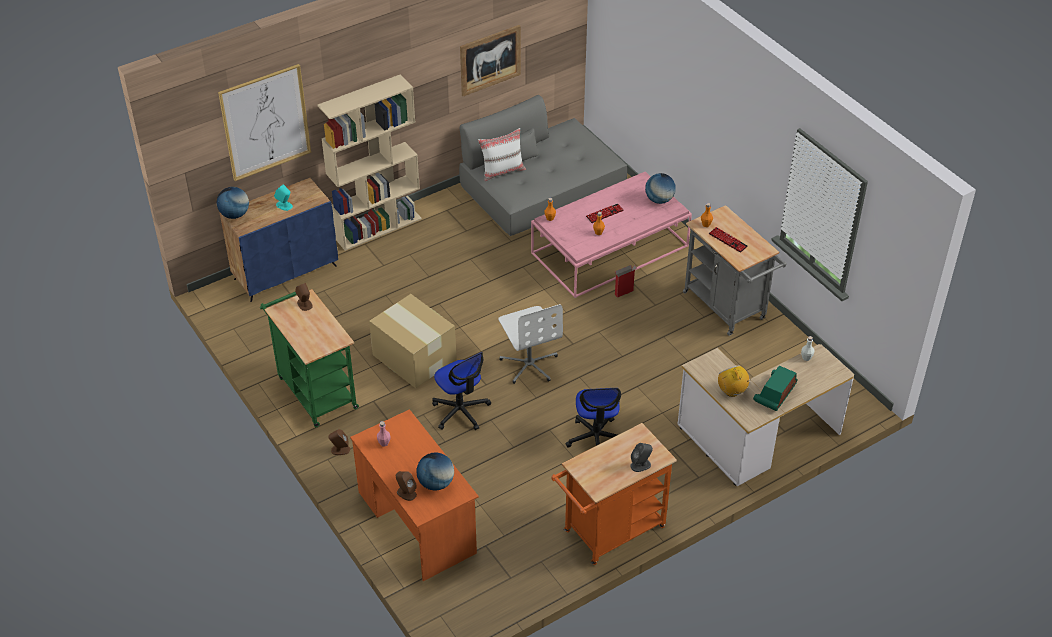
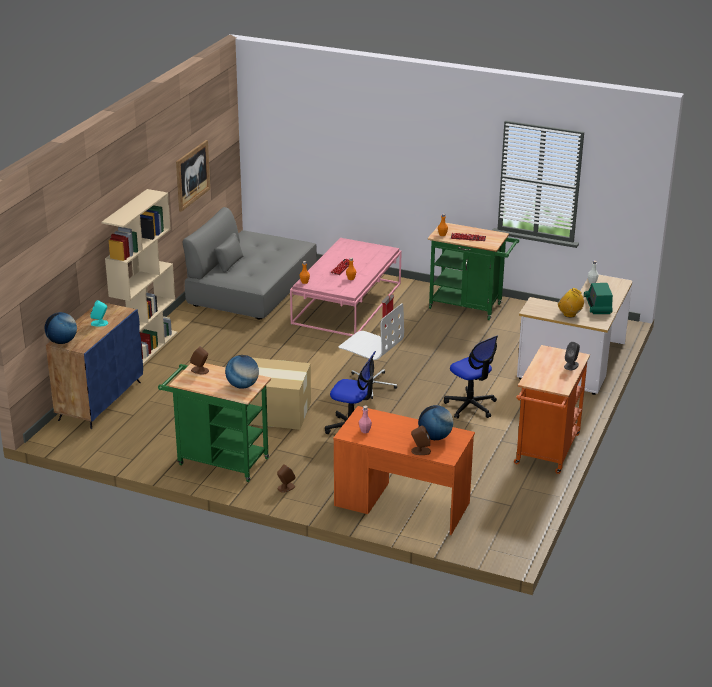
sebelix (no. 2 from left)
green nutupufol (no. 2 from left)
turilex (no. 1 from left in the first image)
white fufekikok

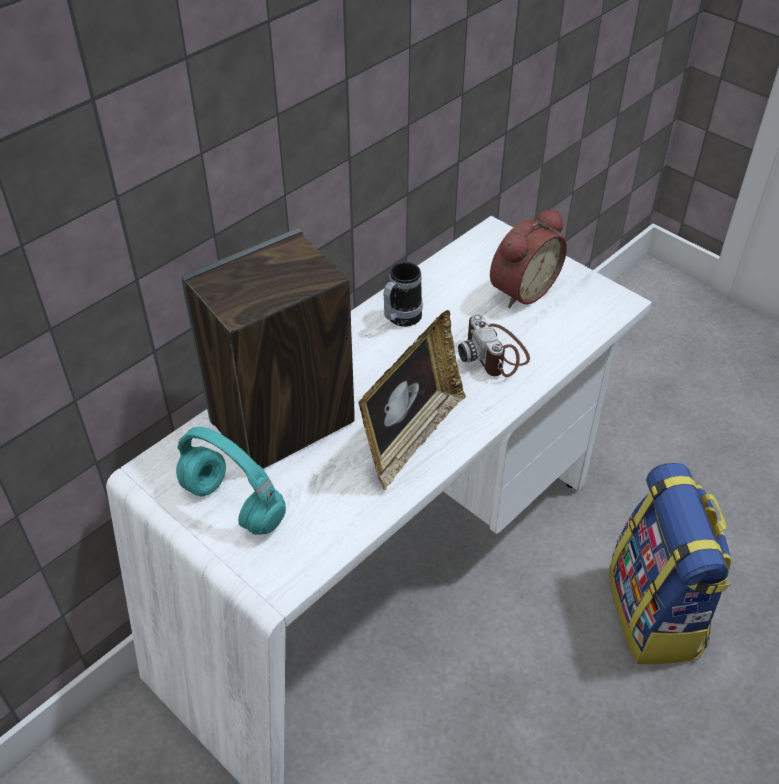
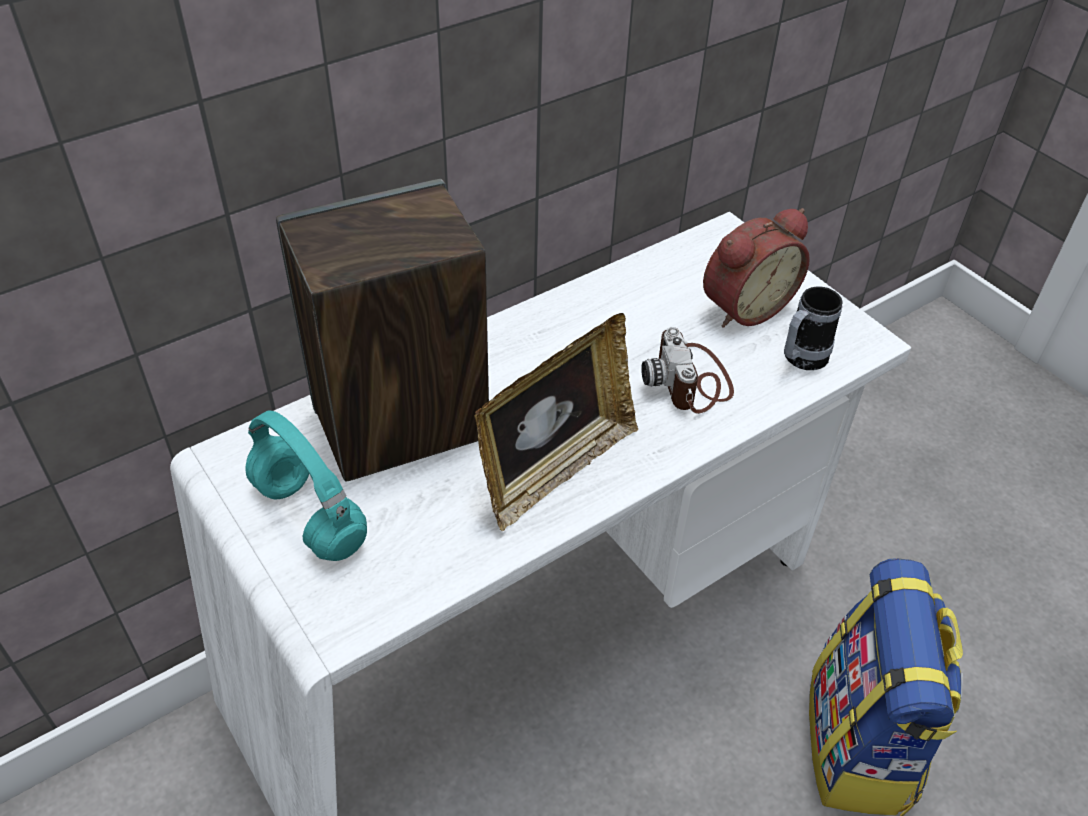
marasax

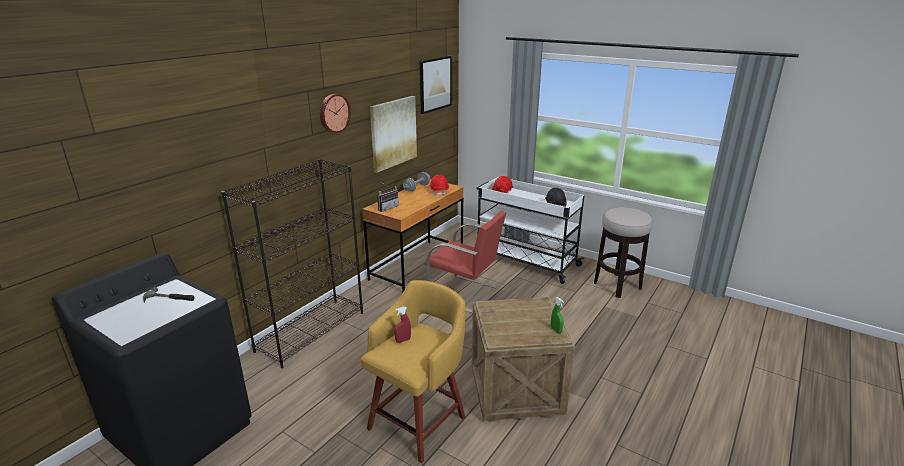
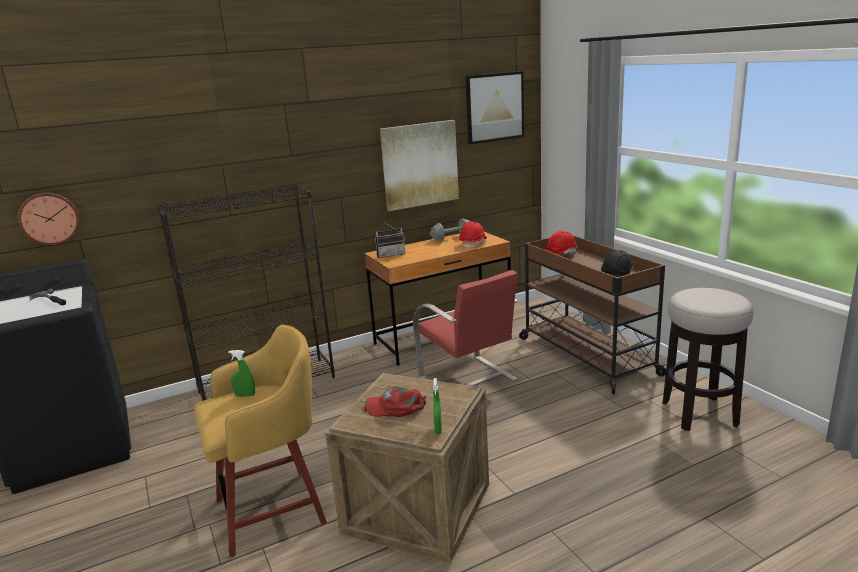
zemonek
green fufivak (no. 1 from left)
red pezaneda
brown nutupufol

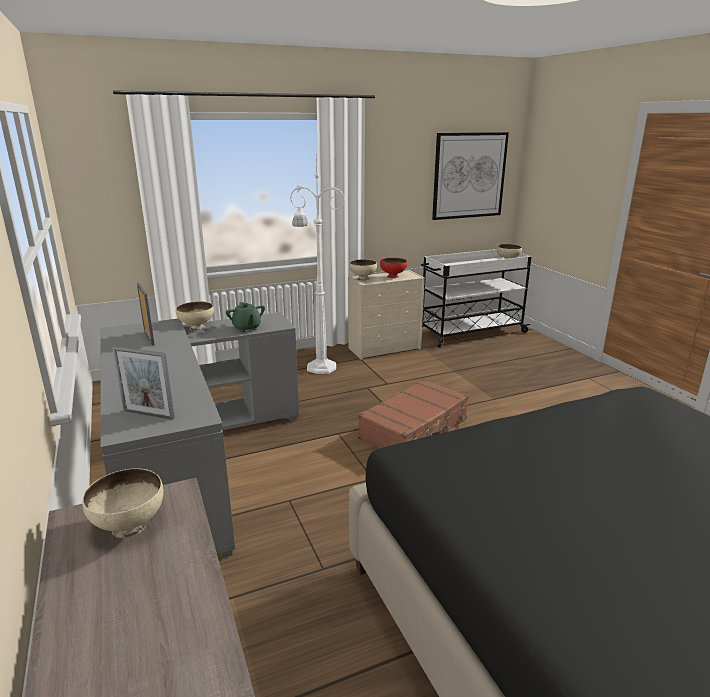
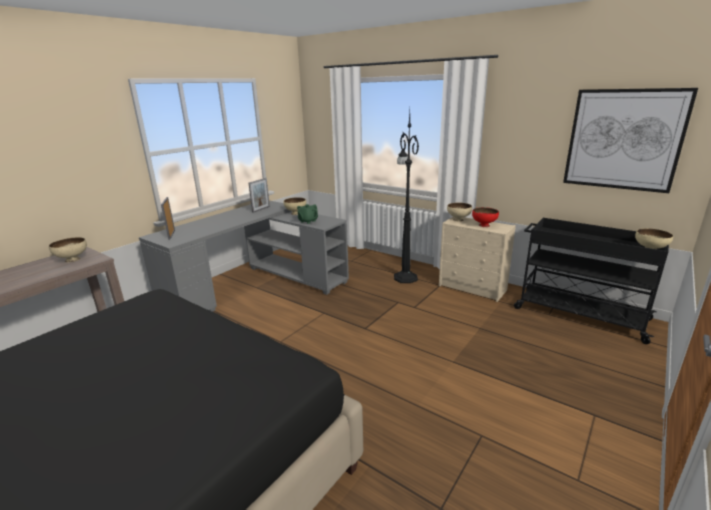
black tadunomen
black nutupufol
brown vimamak

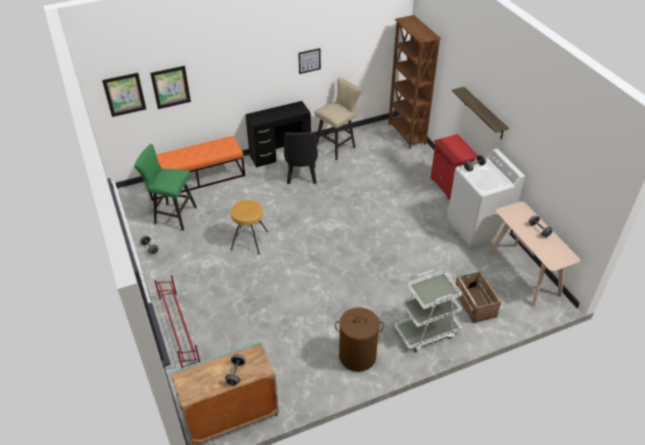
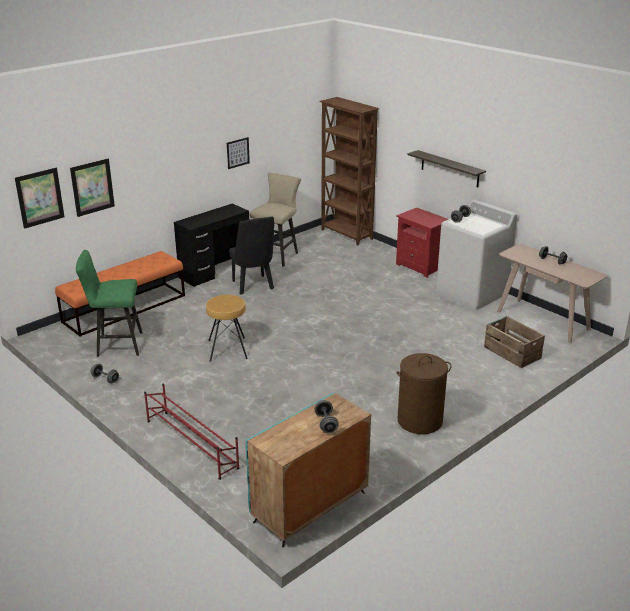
white nutupufol

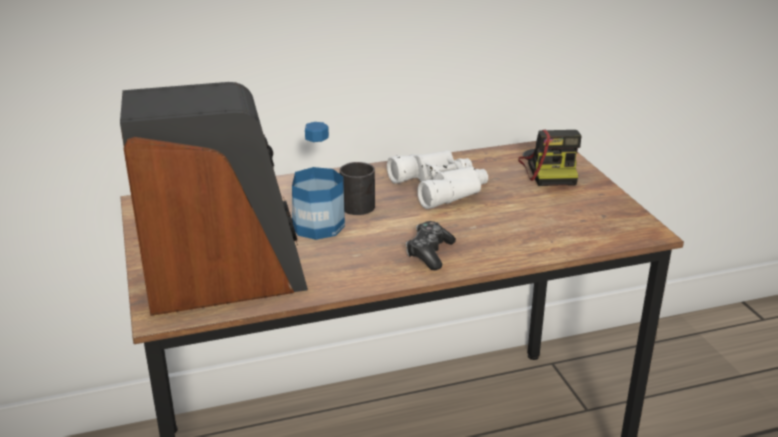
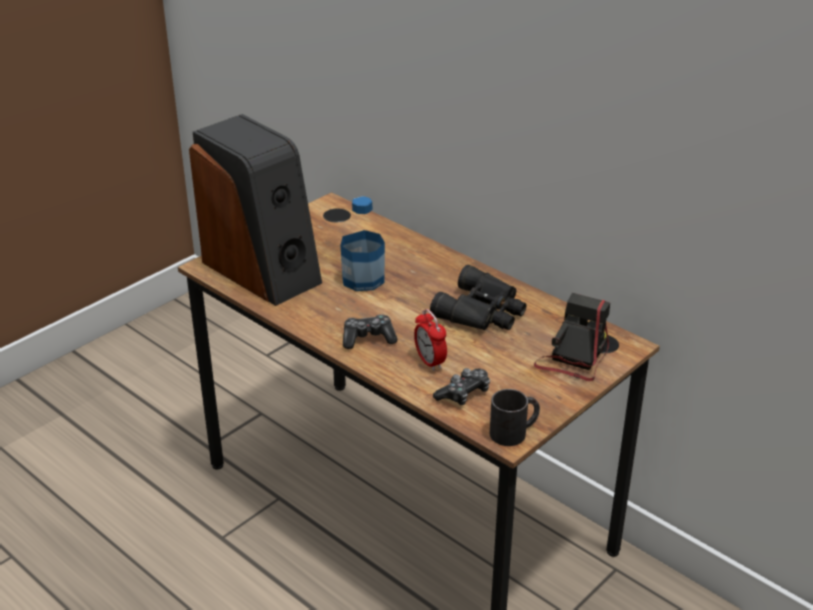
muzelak
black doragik
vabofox (no. 2 from left)
black marasax
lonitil

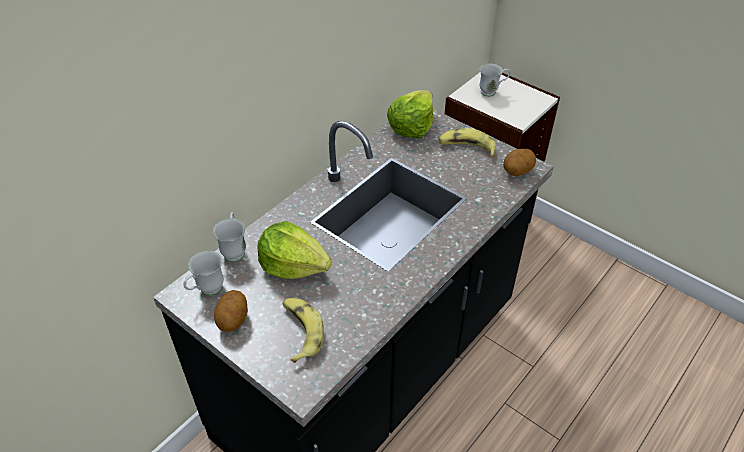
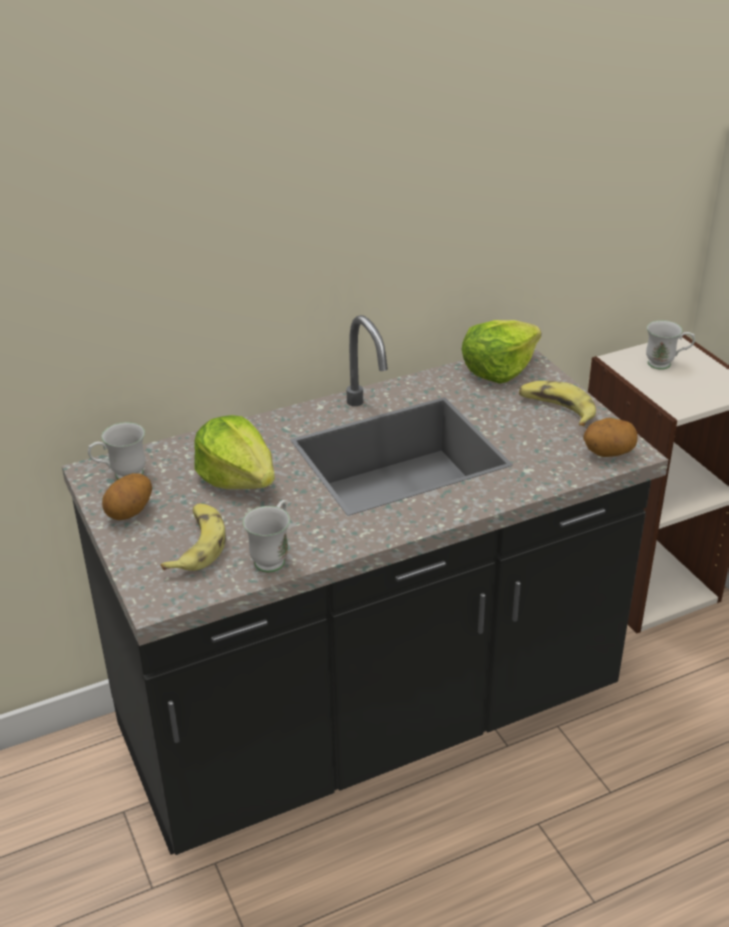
white marasax (no. 2 from left)

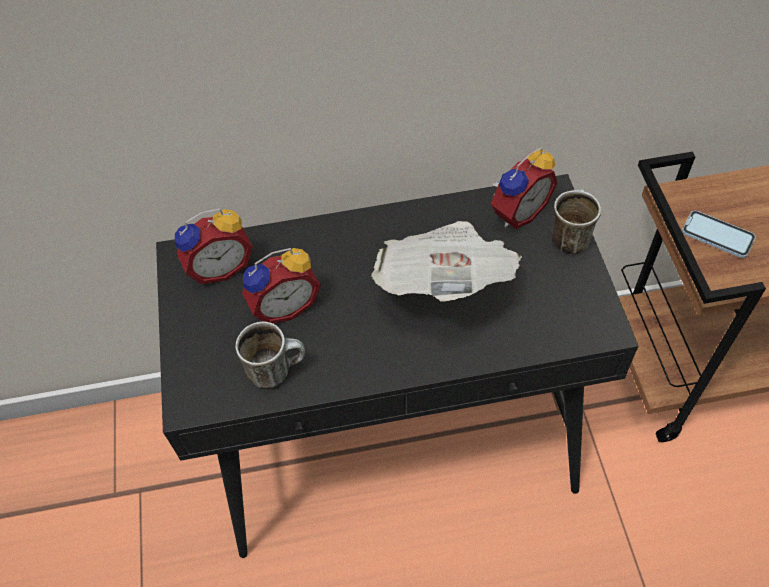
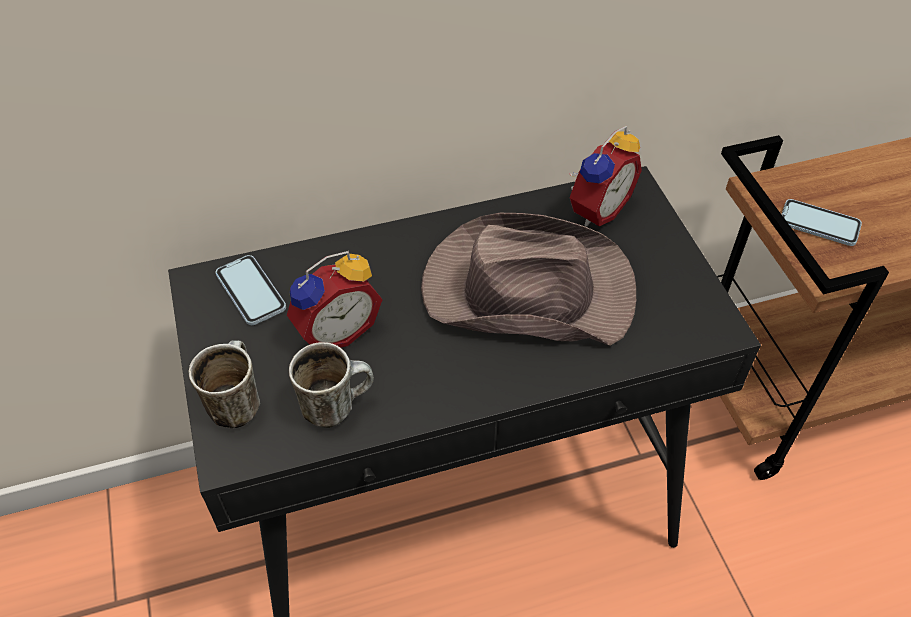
marasax (no. 1 from left)
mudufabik (no. 1 from left)
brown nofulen

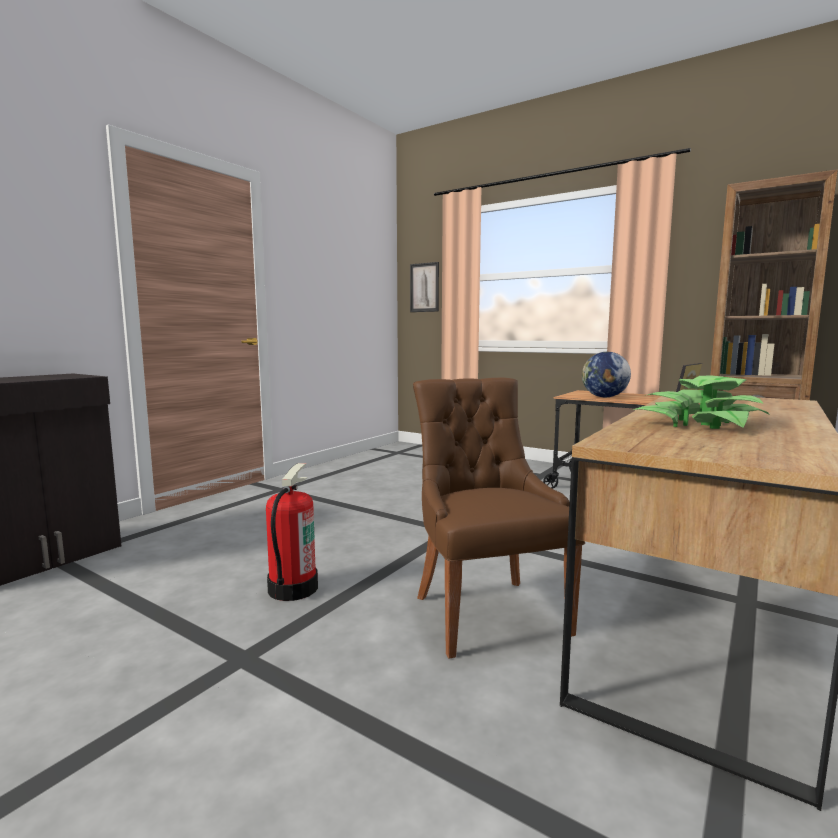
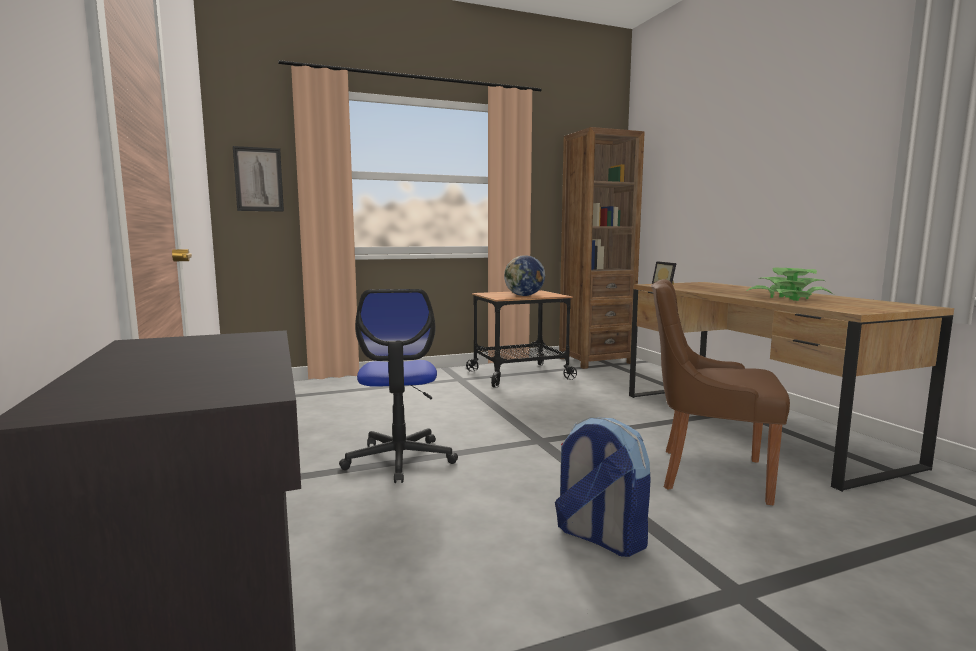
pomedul
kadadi

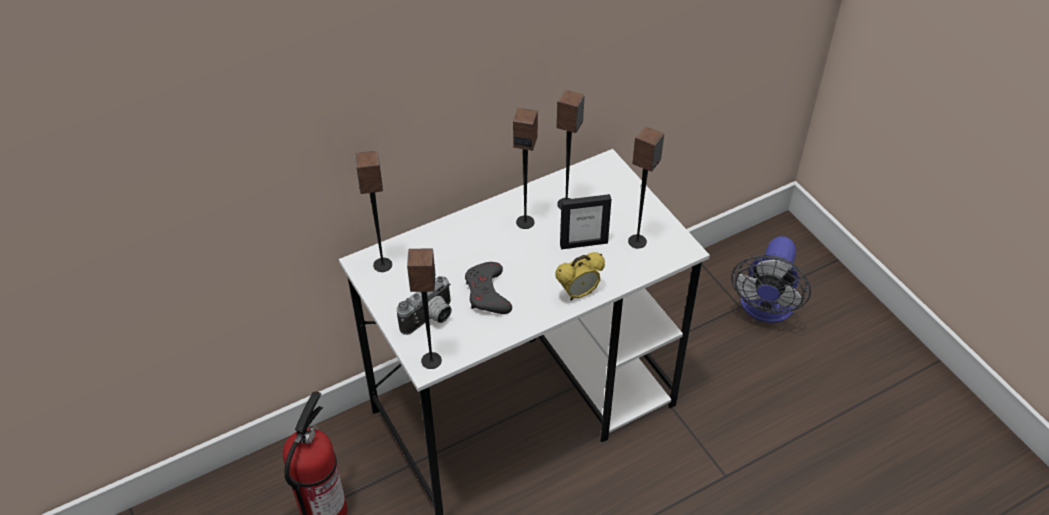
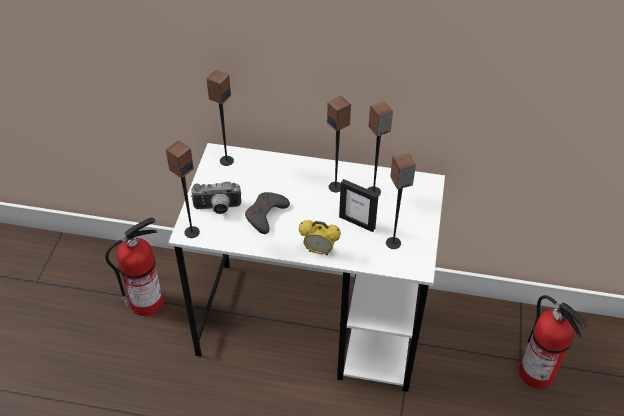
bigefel (no. 2 from left)

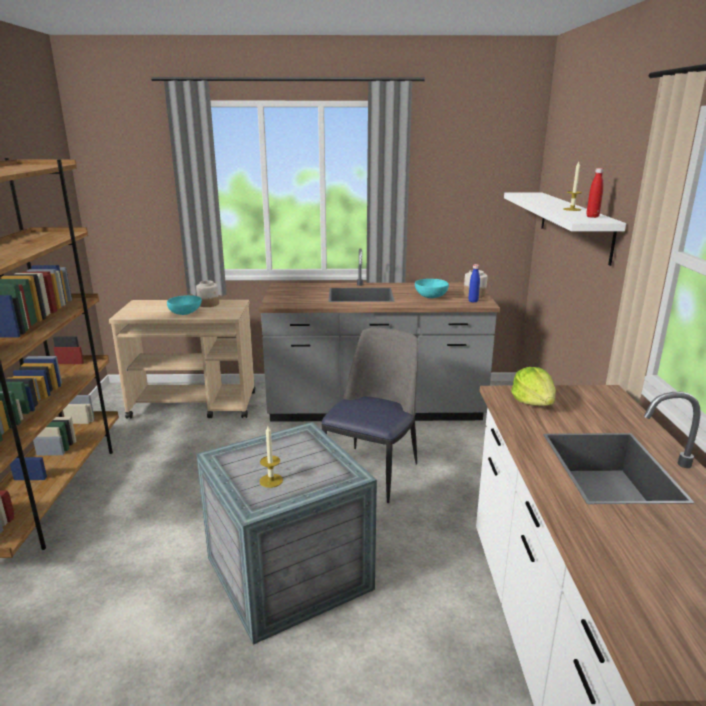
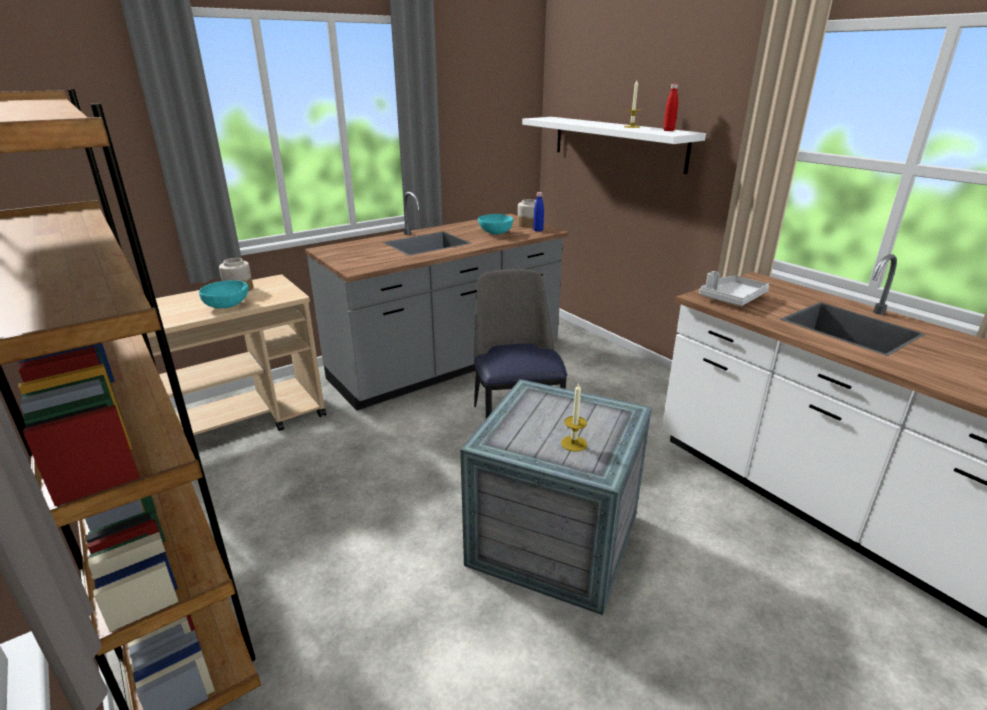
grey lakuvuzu

